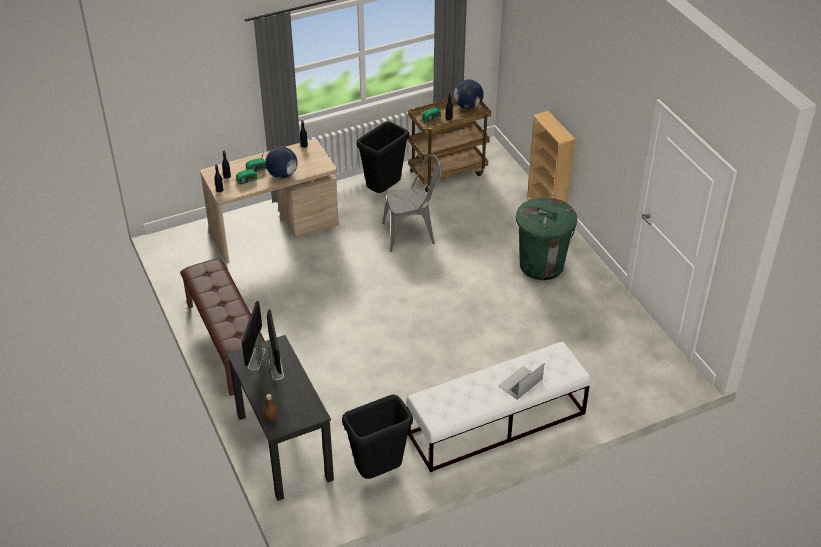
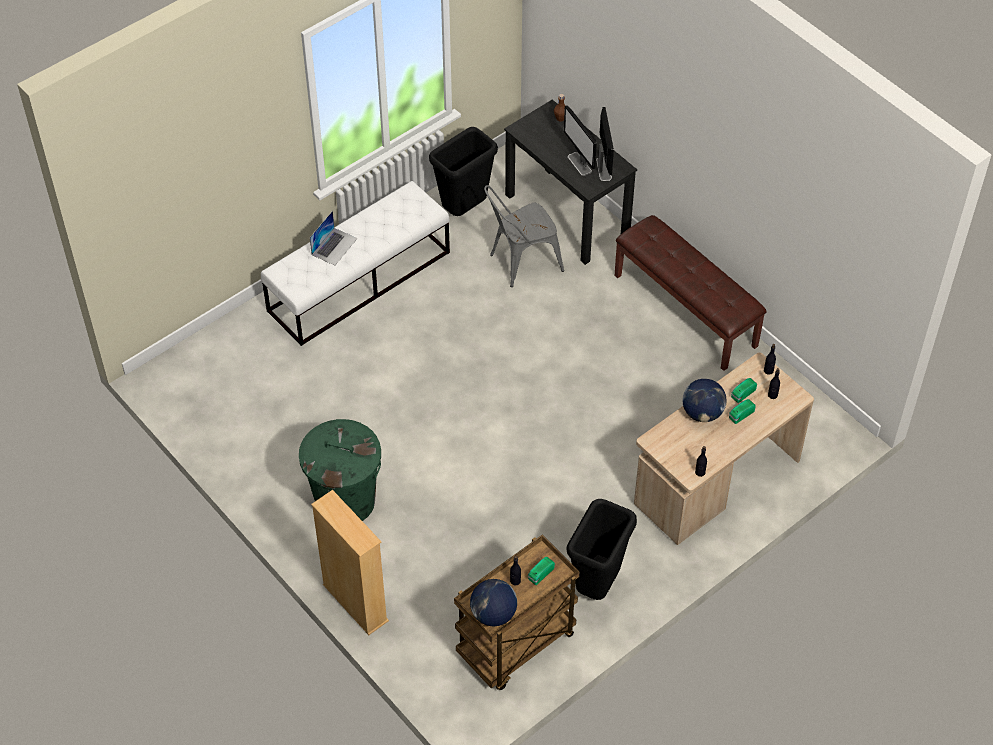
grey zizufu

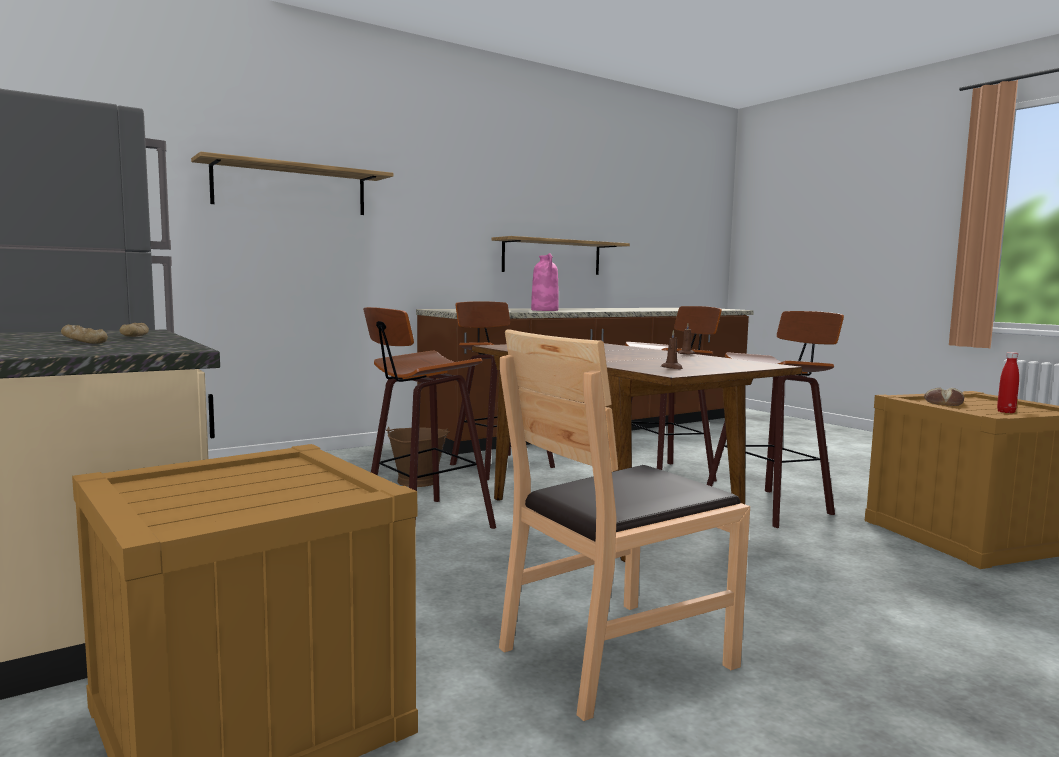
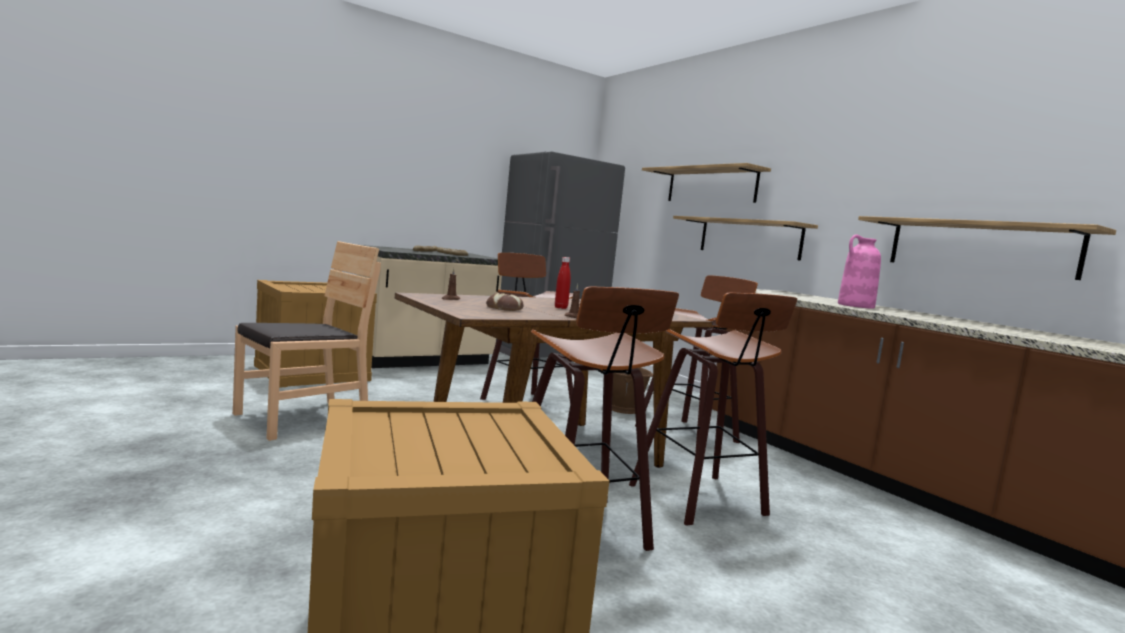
brown zizufu
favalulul (no. 3 from left)
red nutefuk
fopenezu (no. 2 from left)

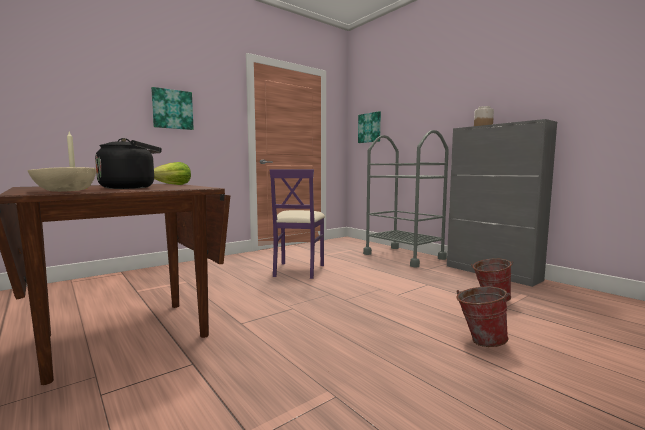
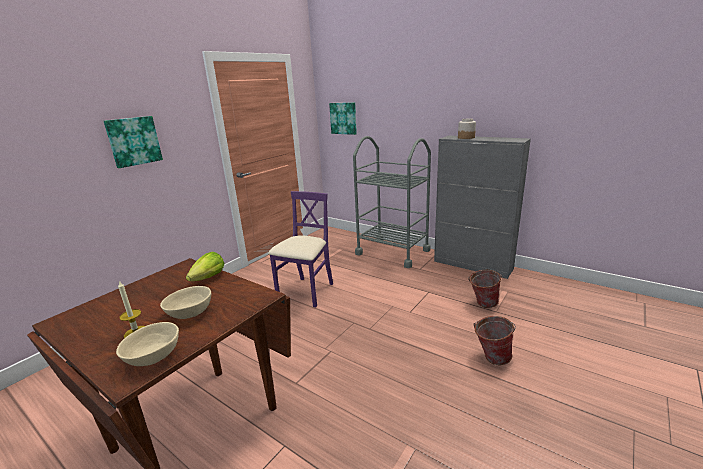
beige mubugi (no. 2 from left)
purple zizufu

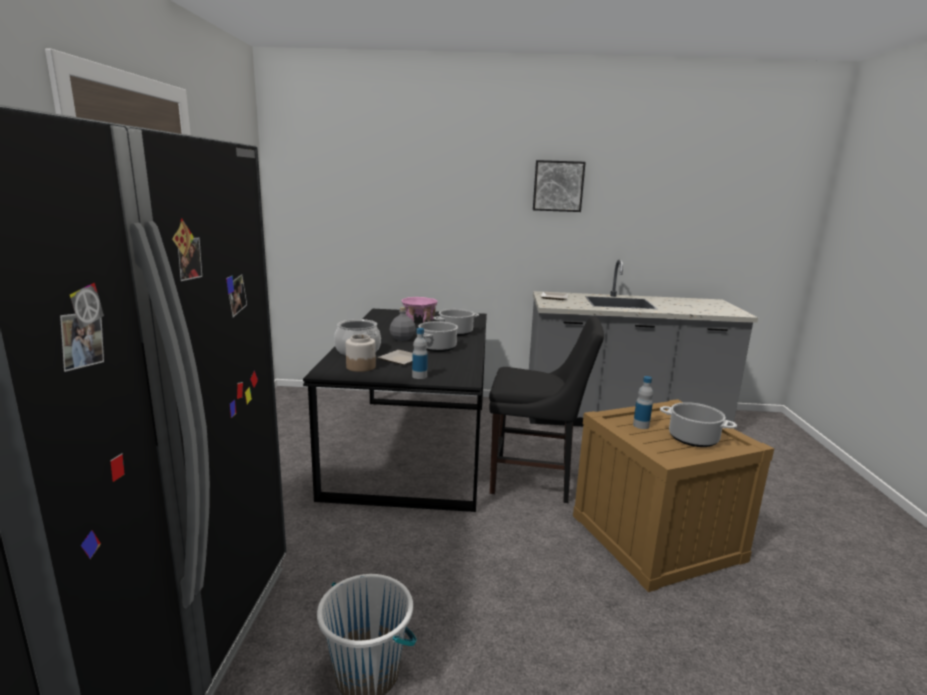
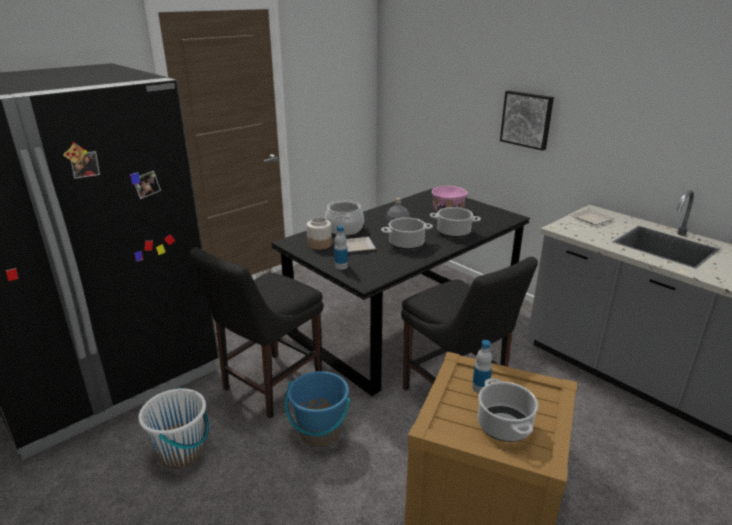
black zizufu (no. 1 from left)
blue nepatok
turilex

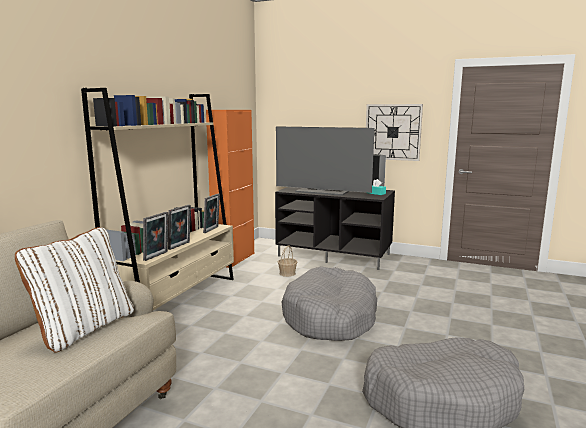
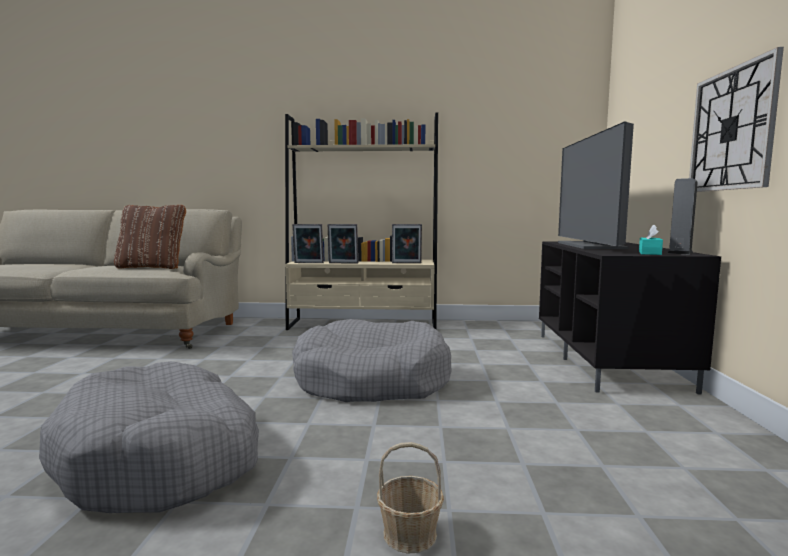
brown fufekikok
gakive
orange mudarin

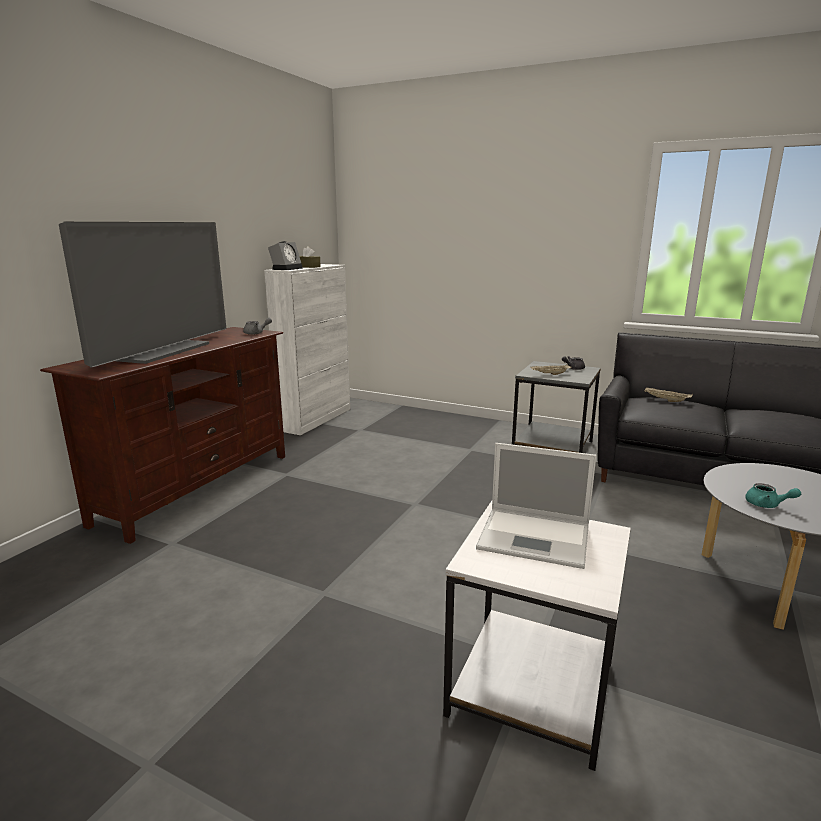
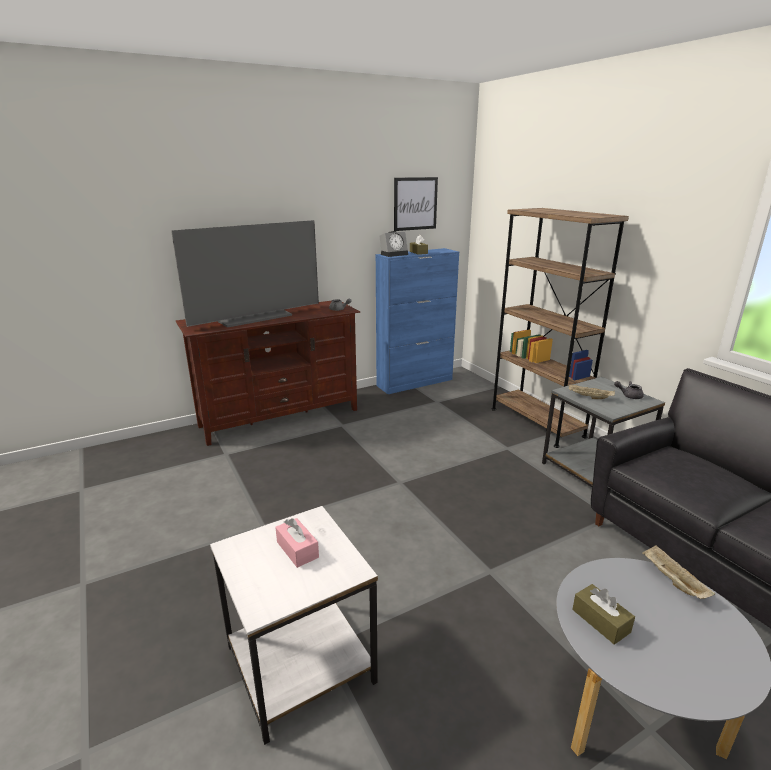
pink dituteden
blue mudarin
turilex
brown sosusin
brown dituteden (no. 2 from left)
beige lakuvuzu (no. 2 from left)

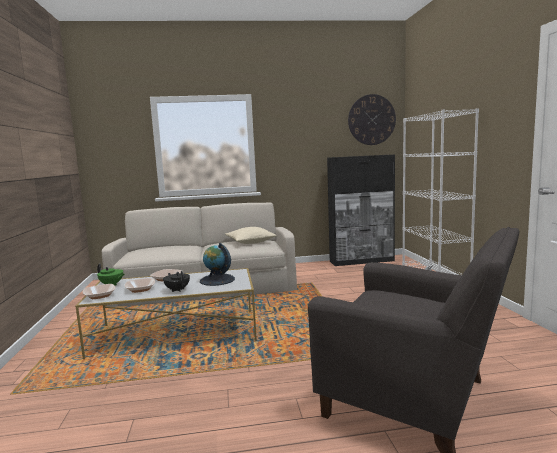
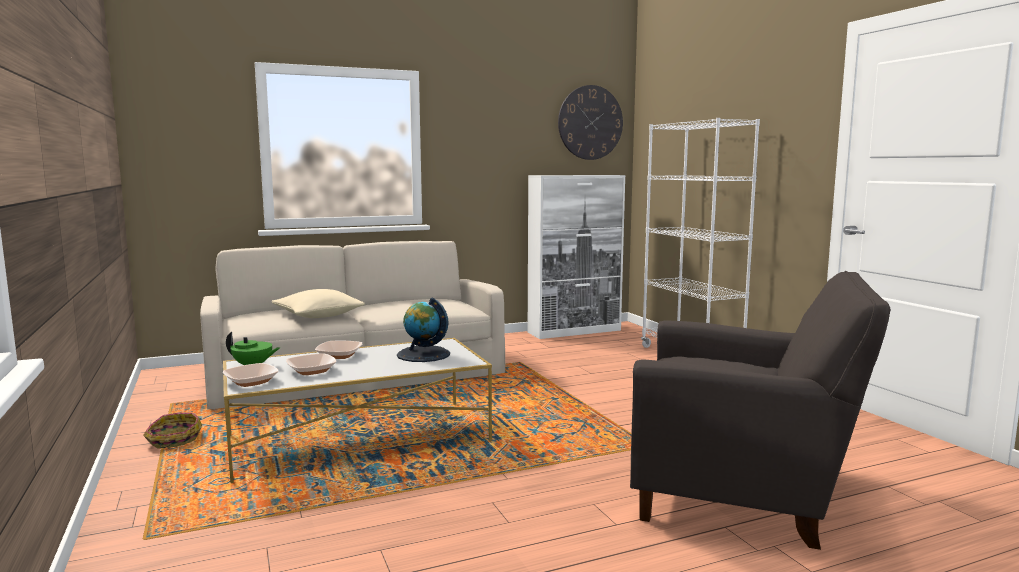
gakive
beige fufekikok
white mudarin
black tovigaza

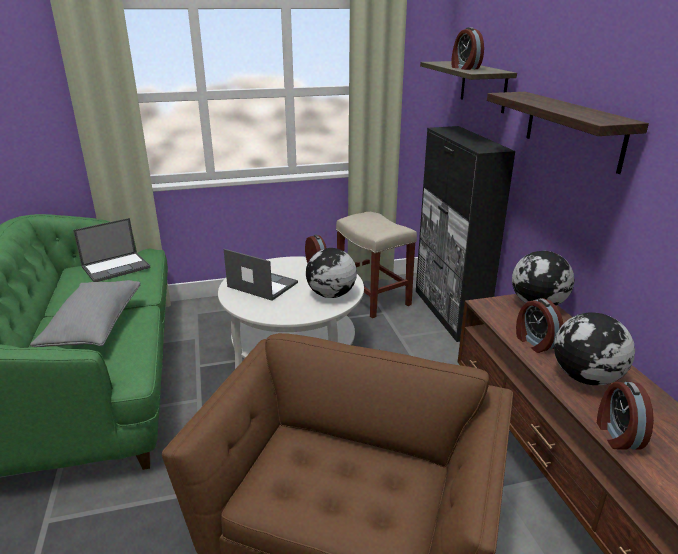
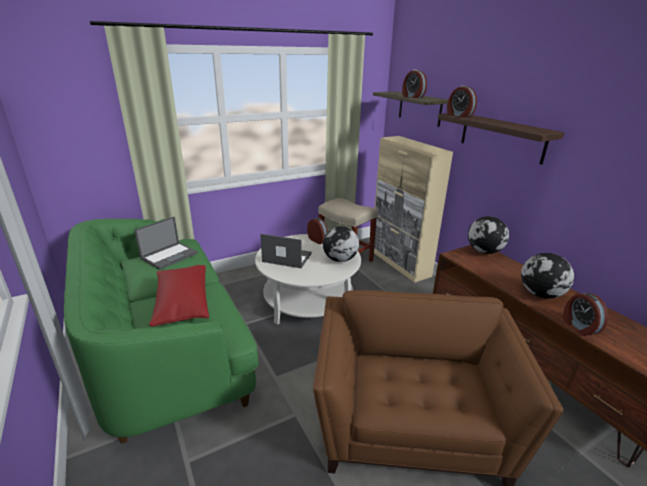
red fufekikok
beige mudarin
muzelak (no. 3 from left)

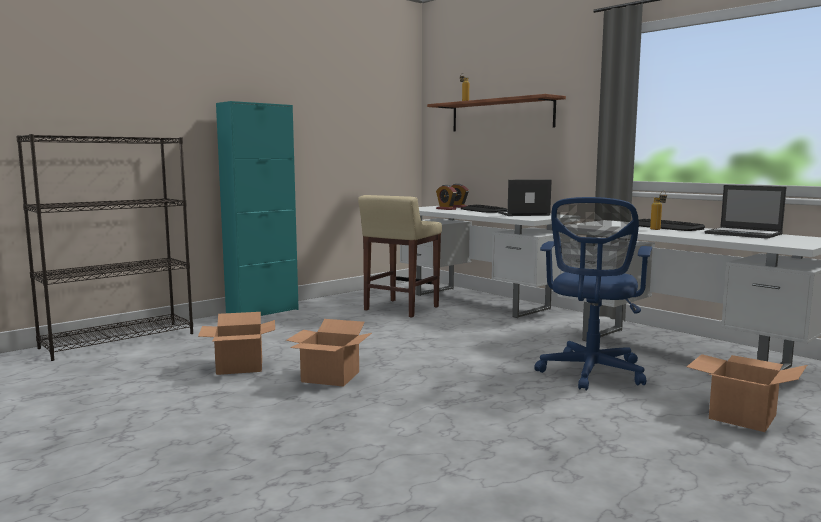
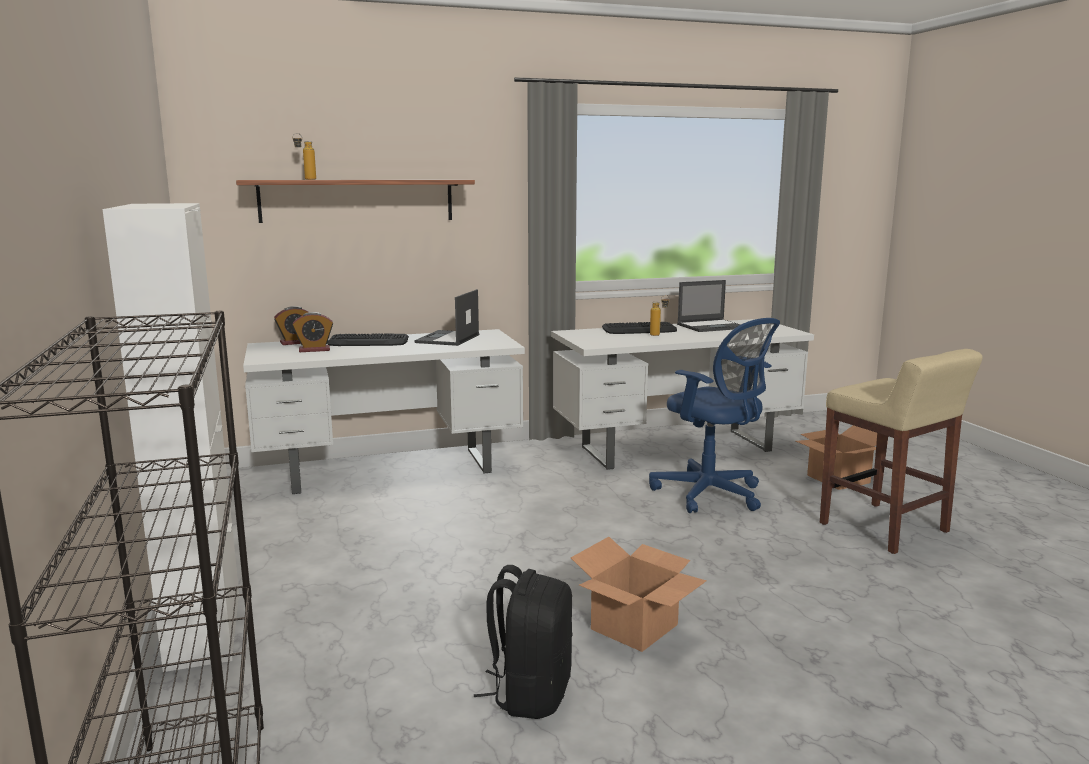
white mudarin
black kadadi
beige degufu

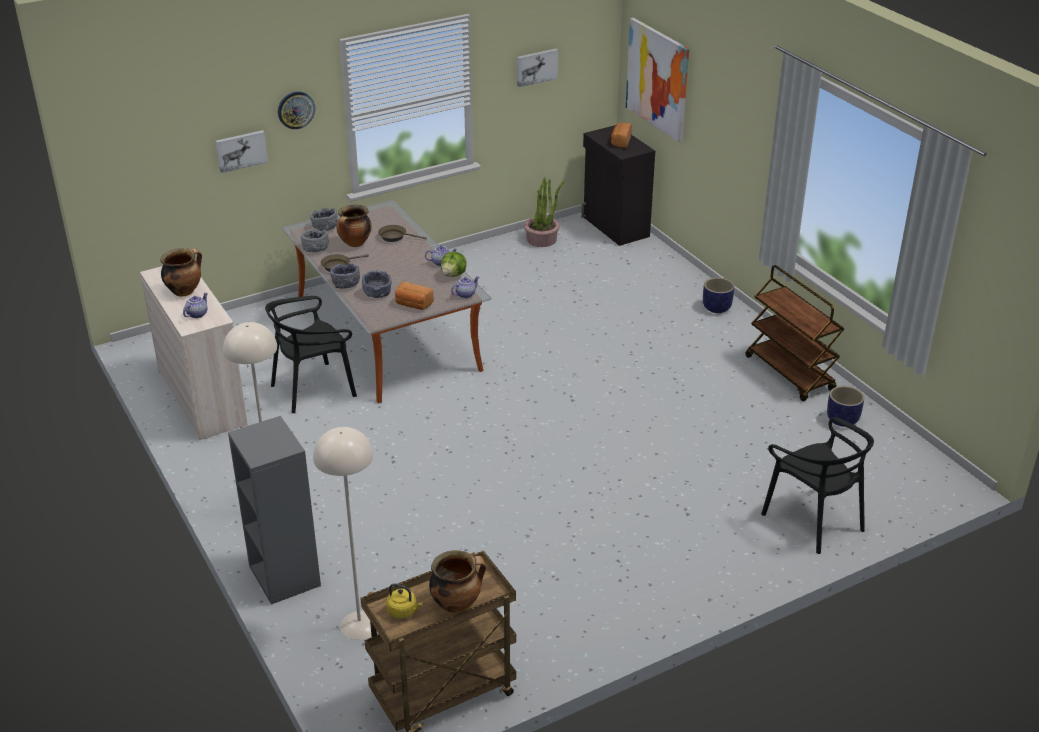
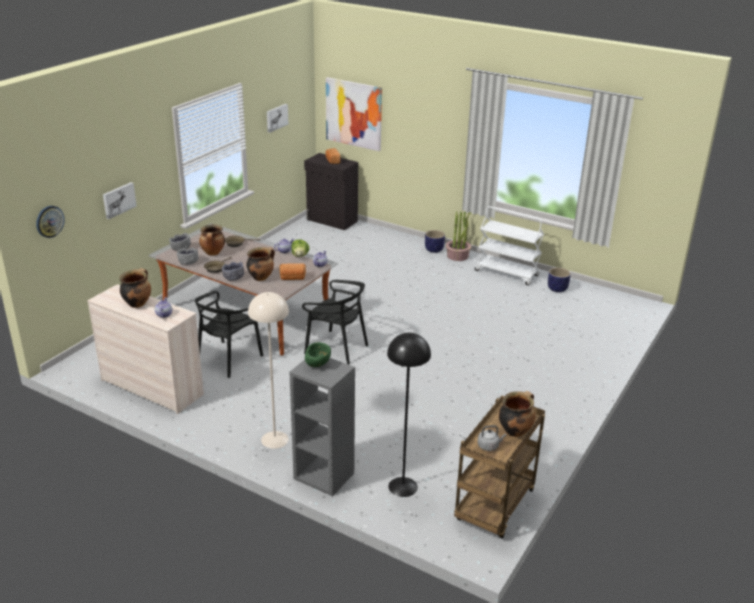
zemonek
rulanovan (no. 3 from left)
black zizufu (no. 2 from left)
green mubugi
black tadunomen
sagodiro
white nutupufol
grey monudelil

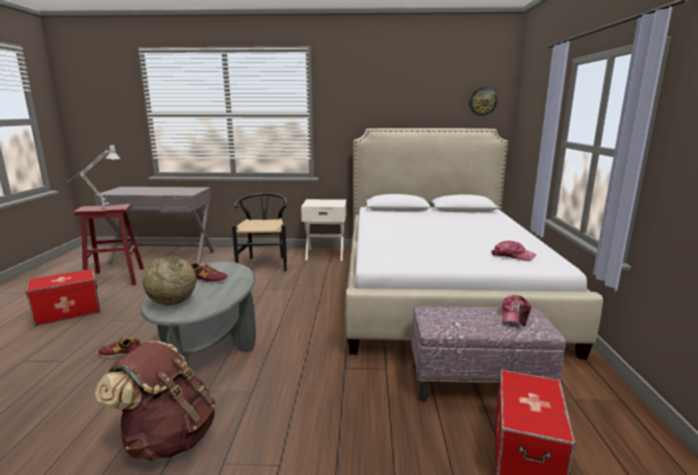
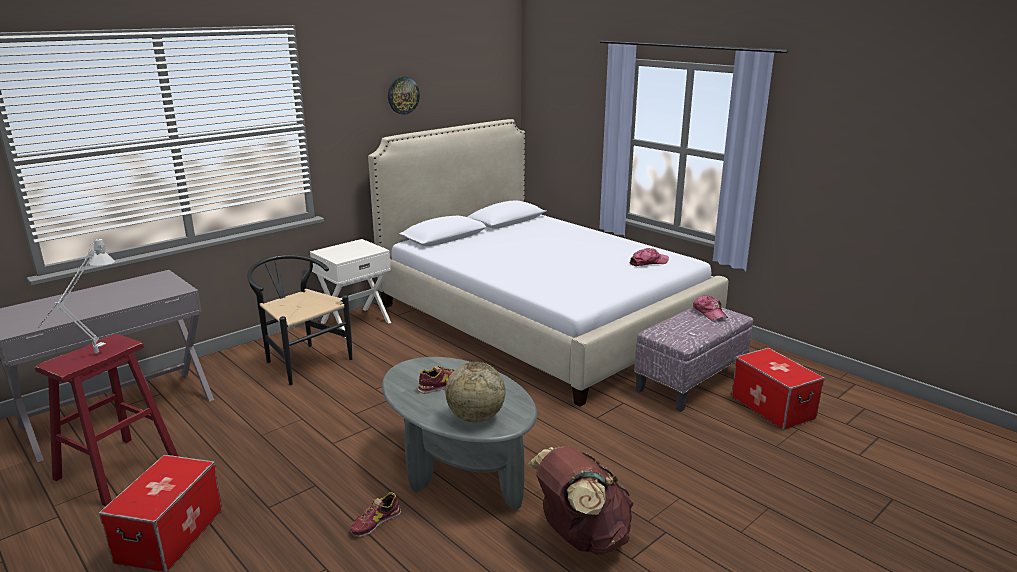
zemonek

